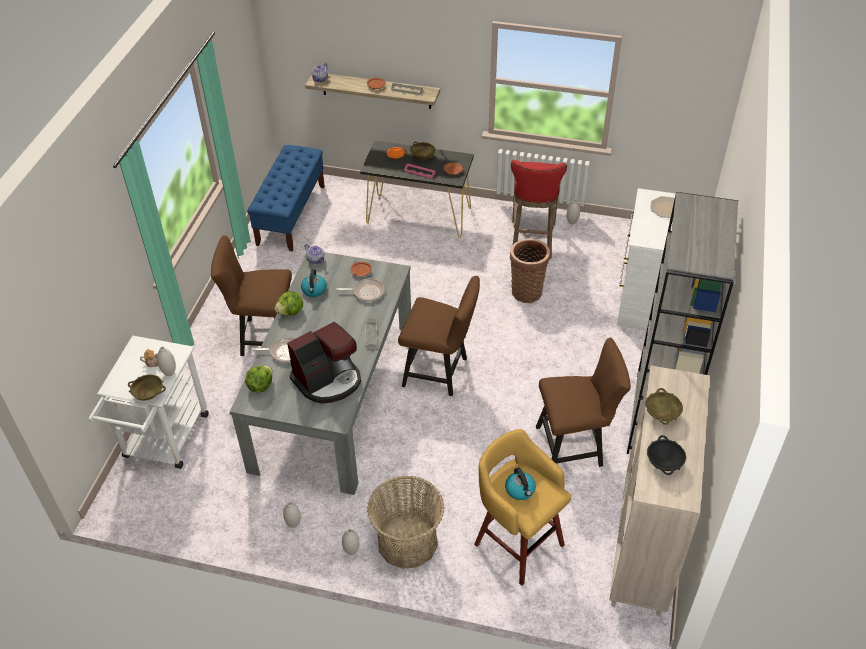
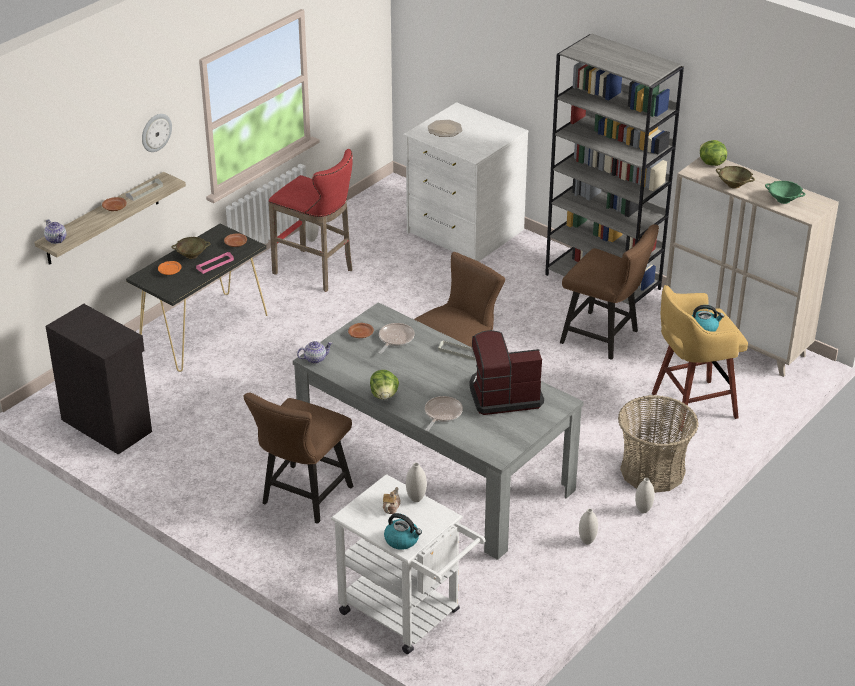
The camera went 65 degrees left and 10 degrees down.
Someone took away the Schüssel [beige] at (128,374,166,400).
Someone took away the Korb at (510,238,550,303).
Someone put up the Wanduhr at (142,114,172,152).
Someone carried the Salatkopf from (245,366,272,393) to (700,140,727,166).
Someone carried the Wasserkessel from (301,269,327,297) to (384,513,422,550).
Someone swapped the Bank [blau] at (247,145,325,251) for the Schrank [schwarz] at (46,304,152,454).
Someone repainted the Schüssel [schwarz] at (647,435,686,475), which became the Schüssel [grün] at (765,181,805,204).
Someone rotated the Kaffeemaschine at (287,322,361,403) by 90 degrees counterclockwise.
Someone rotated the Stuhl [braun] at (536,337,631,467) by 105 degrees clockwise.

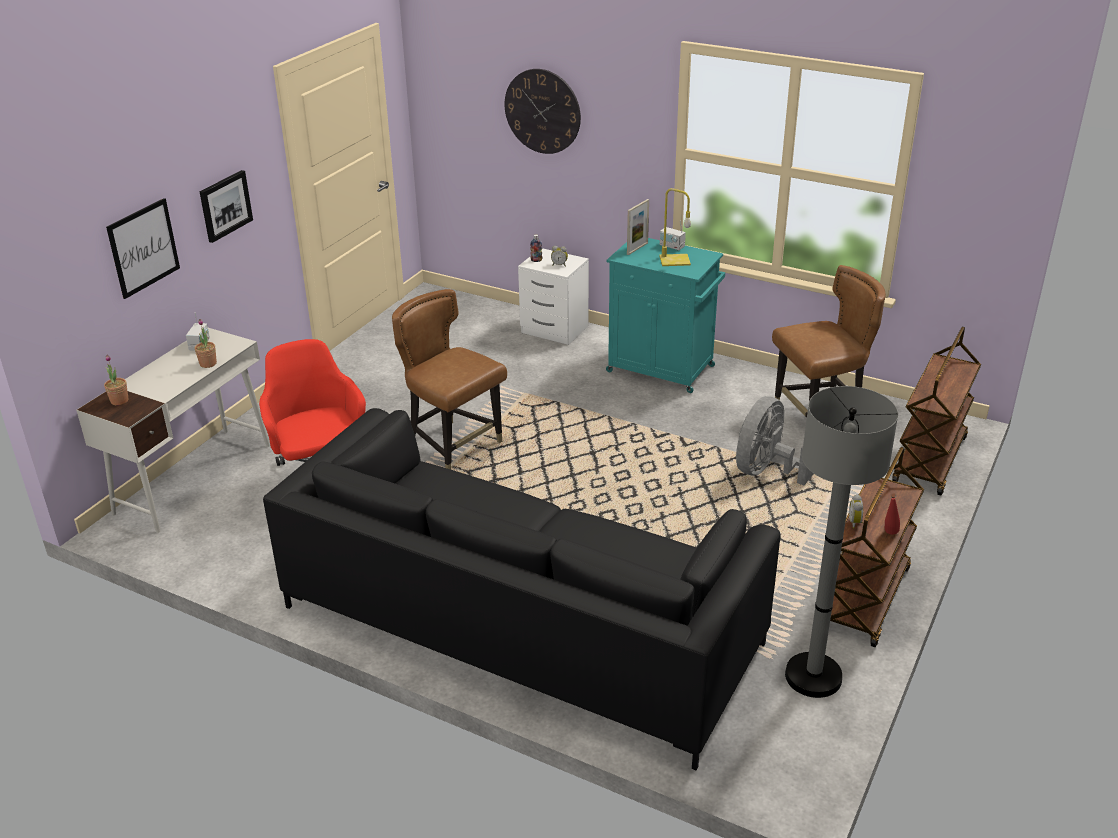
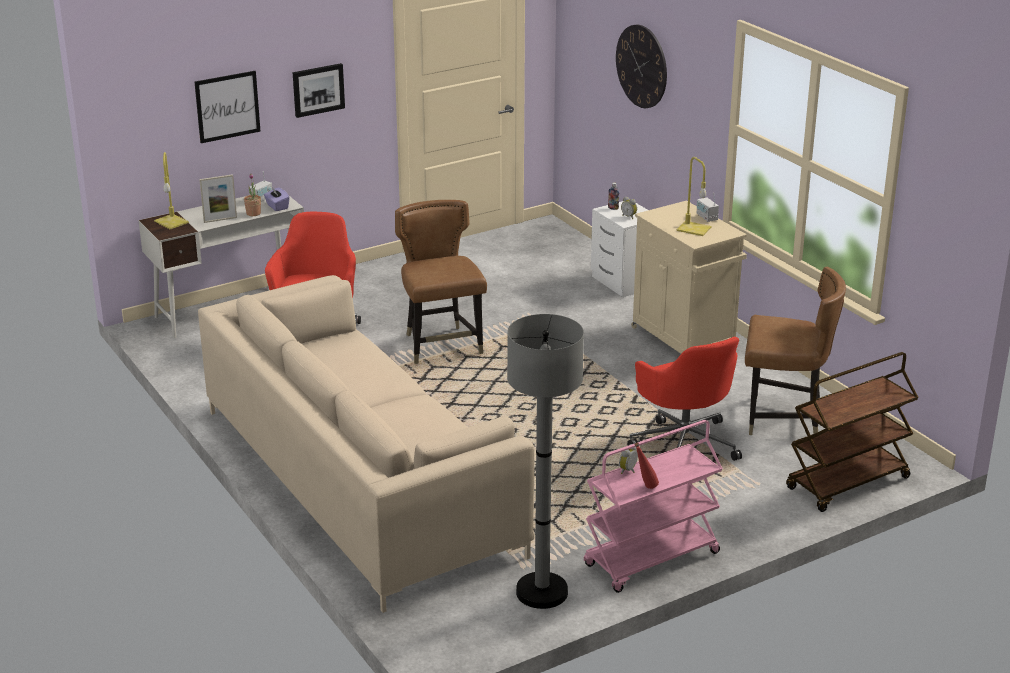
The camera went 30 degrees right and 5 degrees down.
Someone put down the Taschentuchbox [lila] at (264,186,290,211).
Someone carried the Bilderrahmen from (627,199,649,255) to (199,174,237,223).
Someone swapped the Topfpflanze at (104,354,129,405) for the Tischlampe [gelb] at (154,152,189,229).
Someone swapped the Ventilator [grau] at (736,396,814,485) for the Bürostuhl [rot] at (627,337,742,461).
Someone repainted the Sofa [schwarz] at (263,408,780,770), which became the Sofa [beige] at (198,275,535,613).
Someone repainted the Schrank [türkis] at (606,238,725,393), which became the Schrank [beige] at (631,201,747,354).
Someone repainted the Rollwagen [braun] at (830,447,924,647), which became the Rollwagen [rosa] at (584,420,723,593).

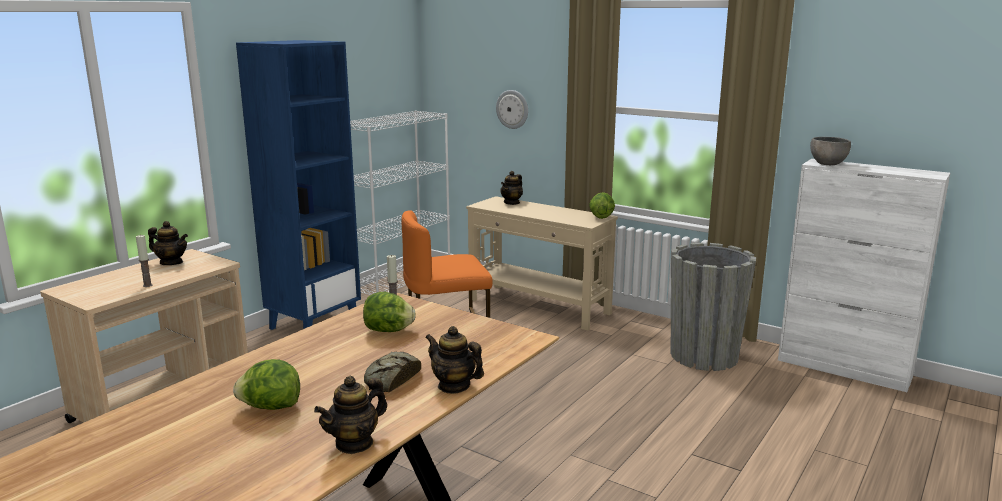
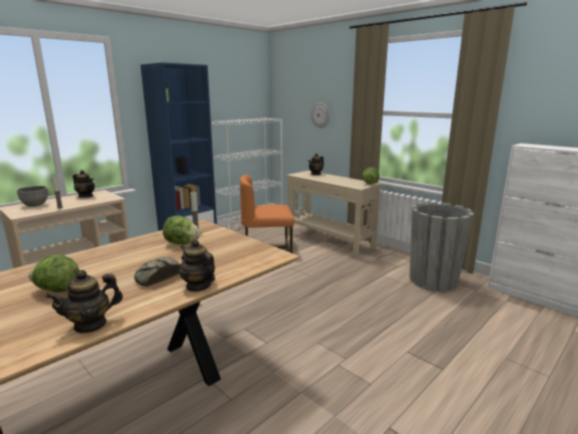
The camera went 10 degrees right and 0 degrees up.
Someone carried the Schüssel [grau] from (810,137,851,165) to (17,186,48,207).

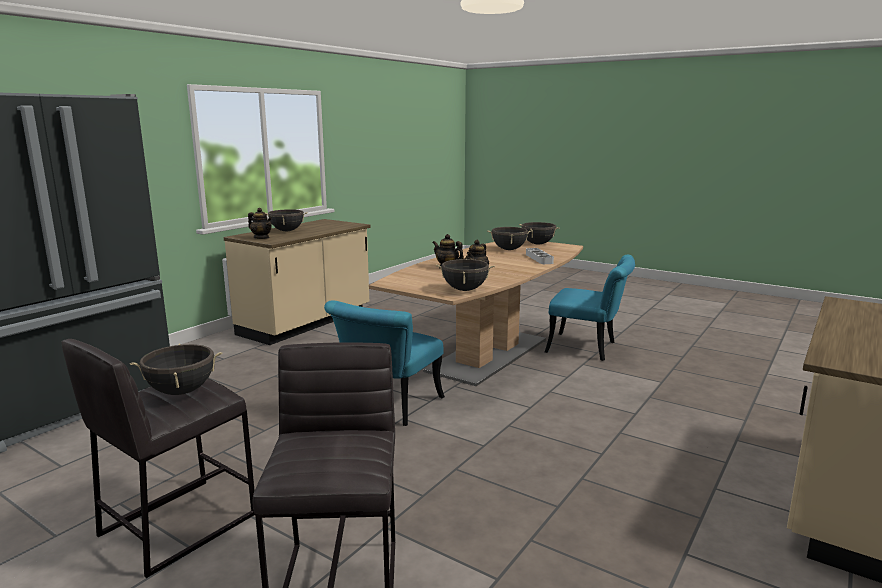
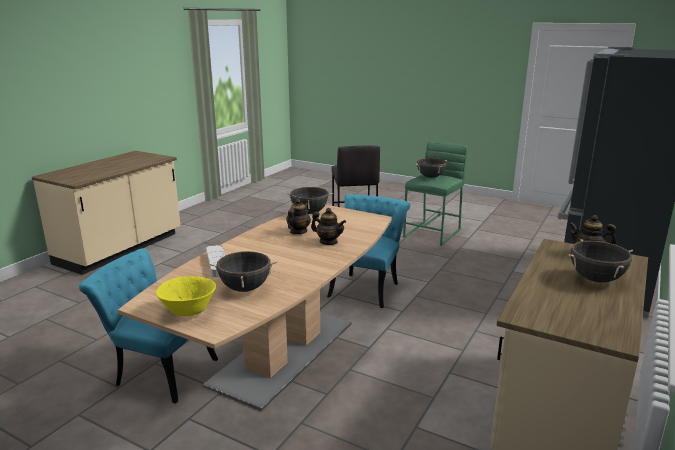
The camera went 175 degrees right and 5 degrees up.
Someone swapped the Kochtopf [schwarz] at (519,222,559,245) for the Schüssel [gelb] at (156,276,216,316).
Someone repainted the Hocker [grau] at (61,339,255,578), which became the Hocker [grün] at (403,142,468,246).

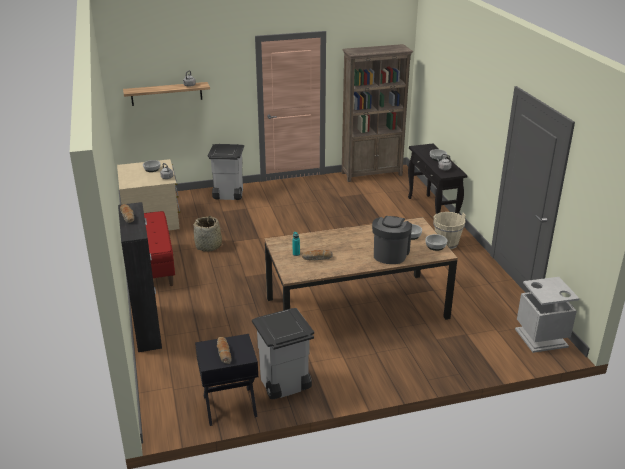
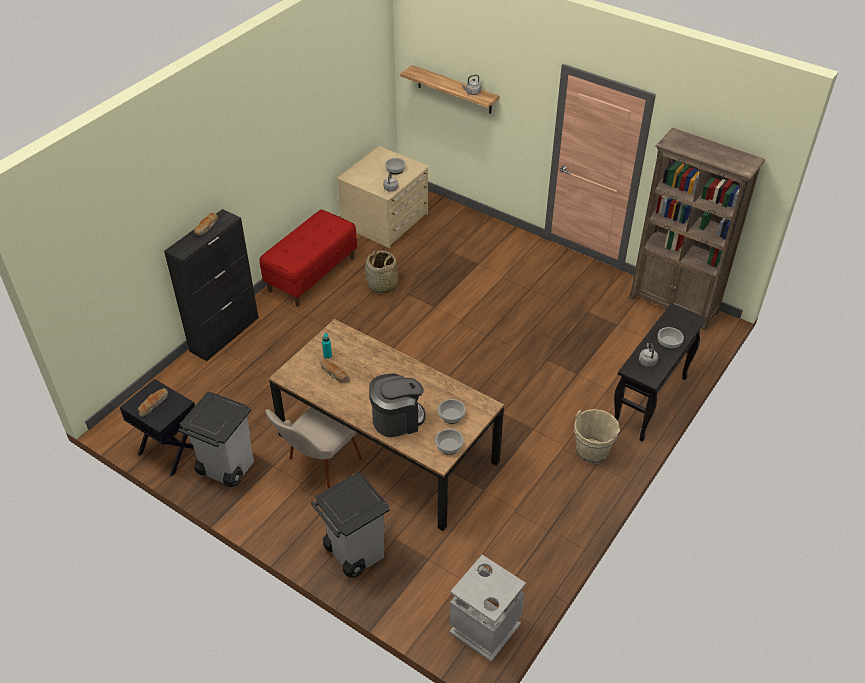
The camera went 50 degrees right and 15 degrees up.
Someone put down the Stuhl [beige] at (265,407,362,488).
Someone carried the Mülleimer [grau] from (208,144,244,200) to (311,472,390,578).

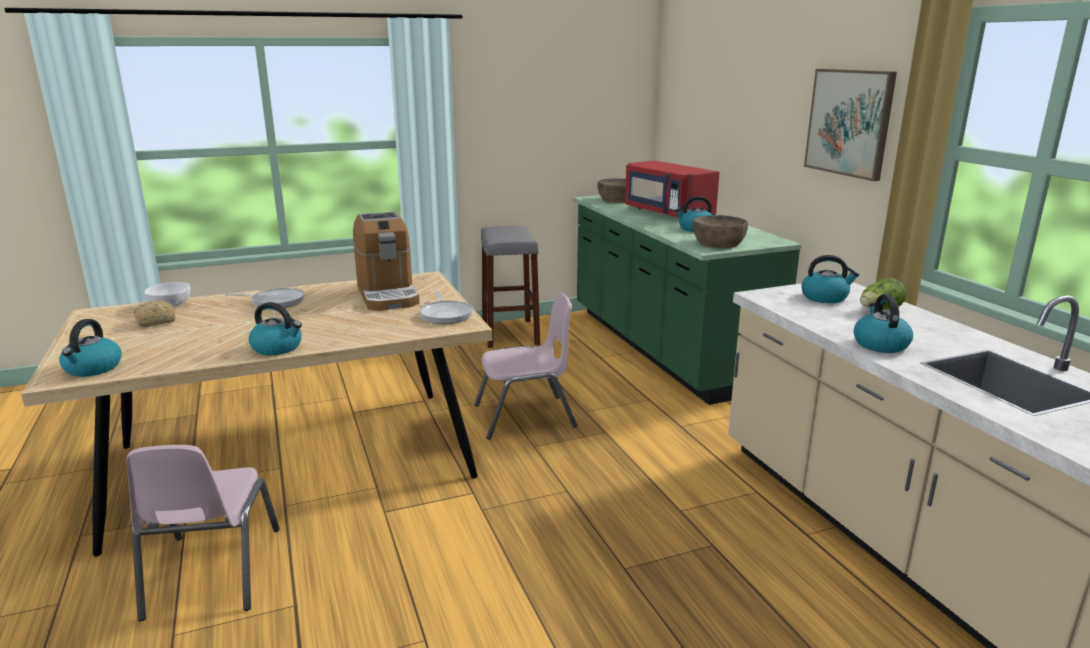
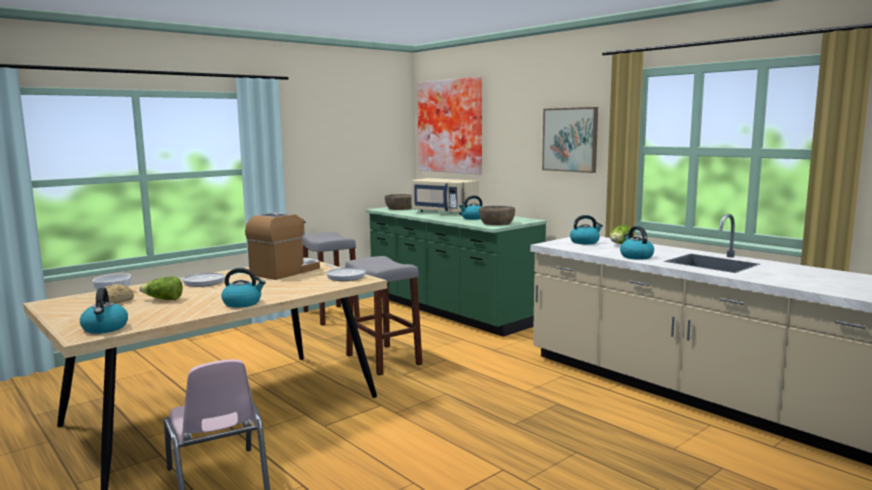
The camera went 20 degrees left and 10 degrees down.
Someone put down the Salatkopf at (139,277,183,300).
Someone put up the Bild at (417,77,482,174).
Someone swapped the Stuhl [rosa] at (474,292,577,440) for the Hocker [grau] at (345,256,423,376).
Someone repainted the Mikrowelle [rot] at (625,160,720,217), which became the Mikrowelle [beige] at (411,178,479,215).
Someone rotated the Kaffeemaschine at (353,212,420,311) by 105 degrees counterclockwise.

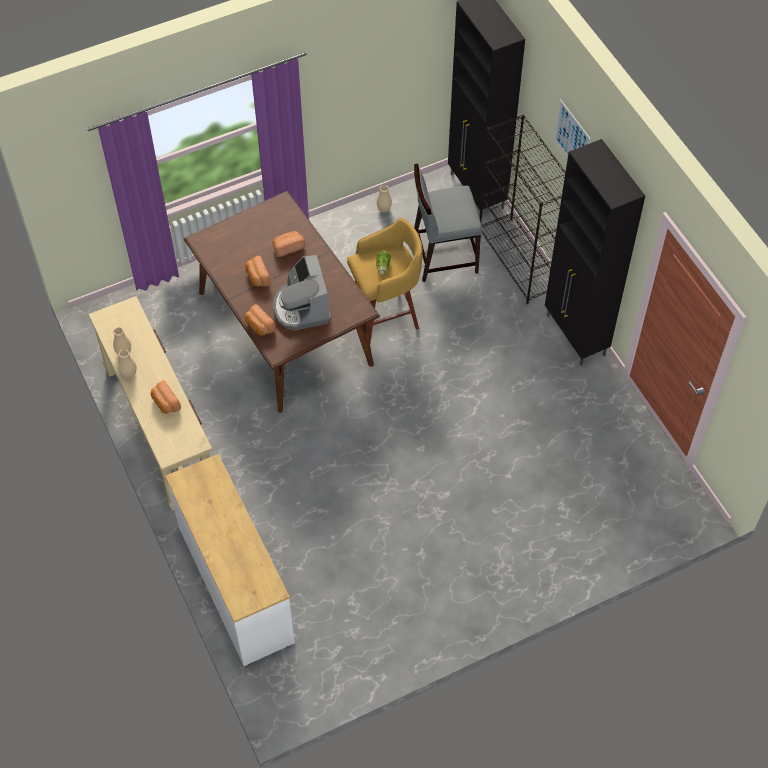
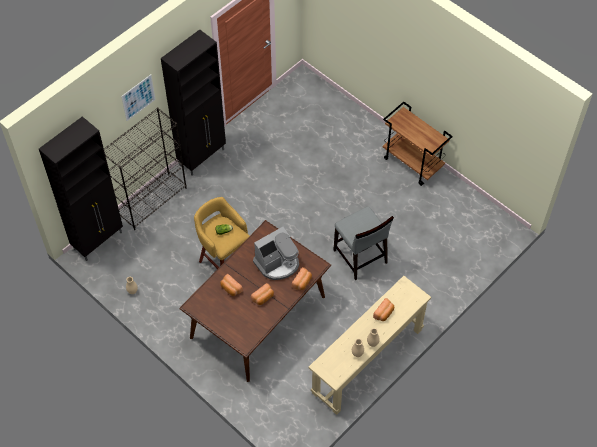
The camera went 110 degrees left and 0 degrees up.
Someone took away the Kommode [weiß] at (165,454,295,666).
Someone put down the Rollwagen [braun] at (383,102,453,186).
Someone carried the Stuhl [grau] from (414,164,482,282) to (334,206,394,280).

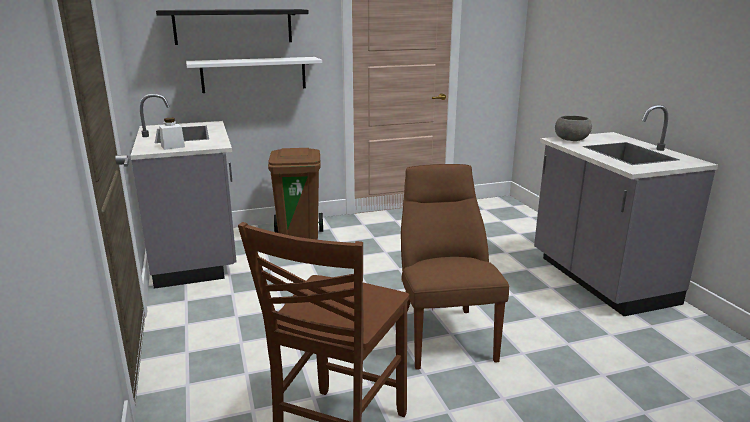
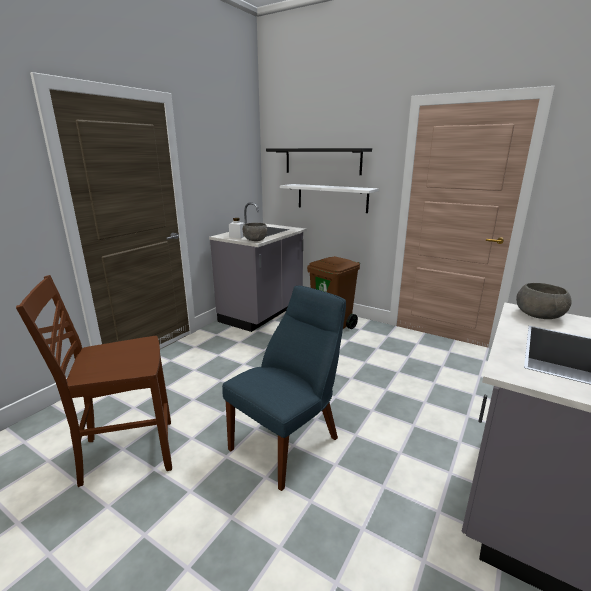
The camera went 50 degrees right and 0 degrees up.
Someone put down the Schüssel [grau] at (242,223,267,241).
Someone repainted the Stuhl [braun] at (401,164,509,370), which became the Stuhl [blau] at (222,286,346,491).

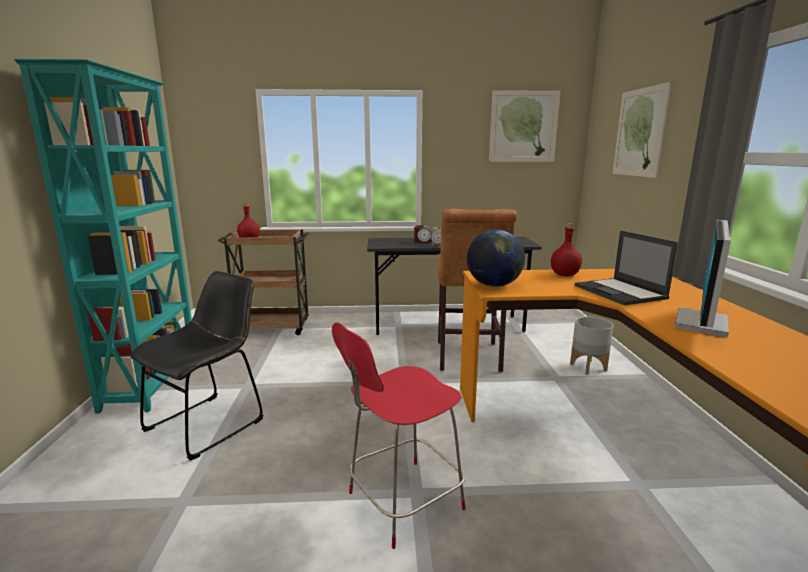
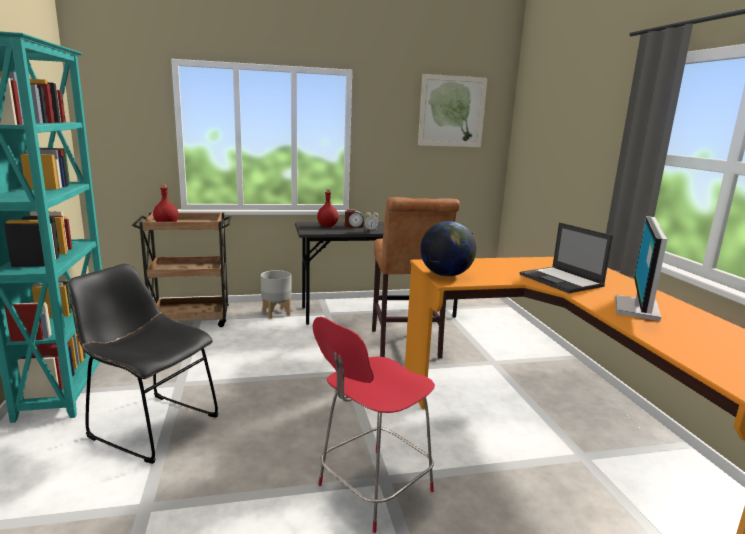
The camera went 10 degrees left and 0 degrees up.
Someone took away the Bild at (612,82,672,178).
Someone carried the Flasche [rot] from (551,223,582,276) to (317,189,338,227).
Someone carried the Pflanzkübel [grau] from (570,317,613,375) to (261,270,292,319).
Someone rotated the Stuhl [schwarz] at (130,271,264,461) by 90 degrees counterclockwise.

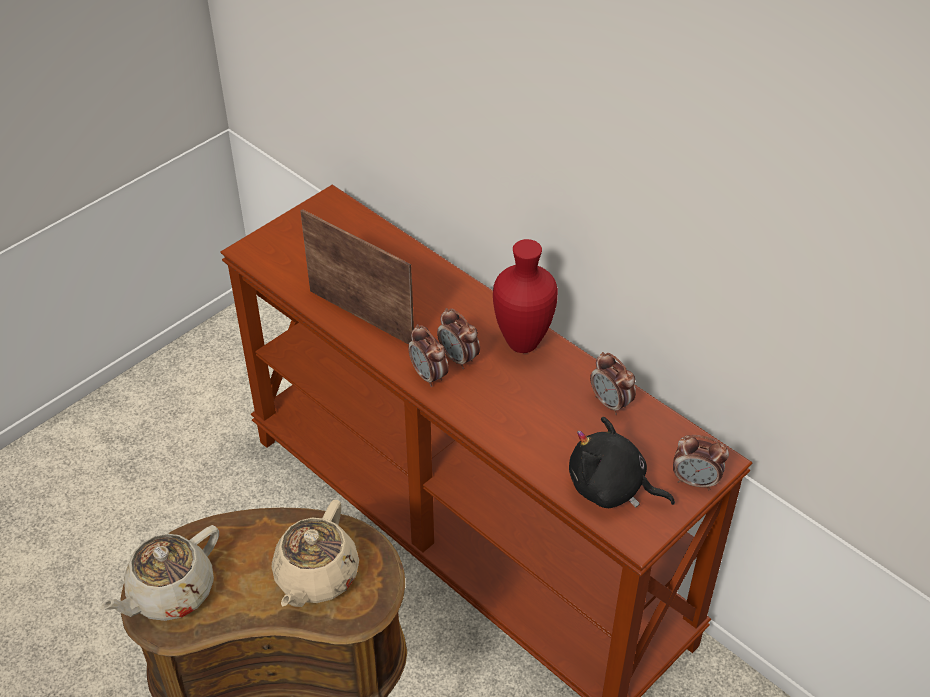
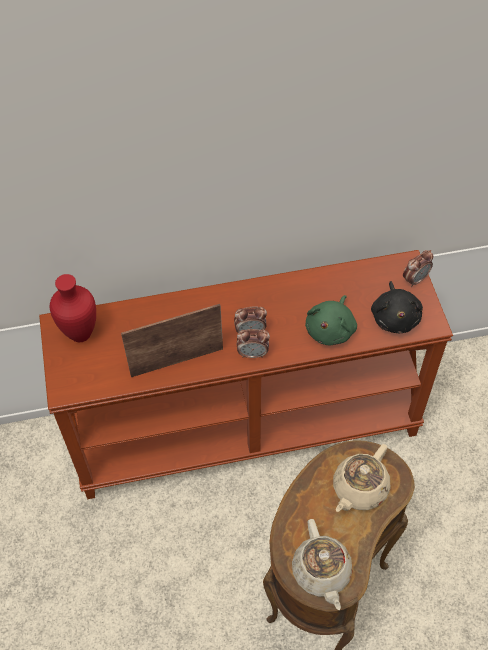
The camera went 55 degrees left and 10 degrees up.
Someone took away the Wecker at (590,352,636,415).
Someone put down the Plüschtier [grün] at (305,295,357,346).
Someone carried the Vase [rot] from (493,239,558,353) to (50,274,96,342).
Someone rotated the Teekanne [beige] at (272,500,359,607) by 75 degrees clockwise.
Someone rotated the Plüschtier [schwarz] at (569,417,675,508) by 60 degrees counterclockwise.

